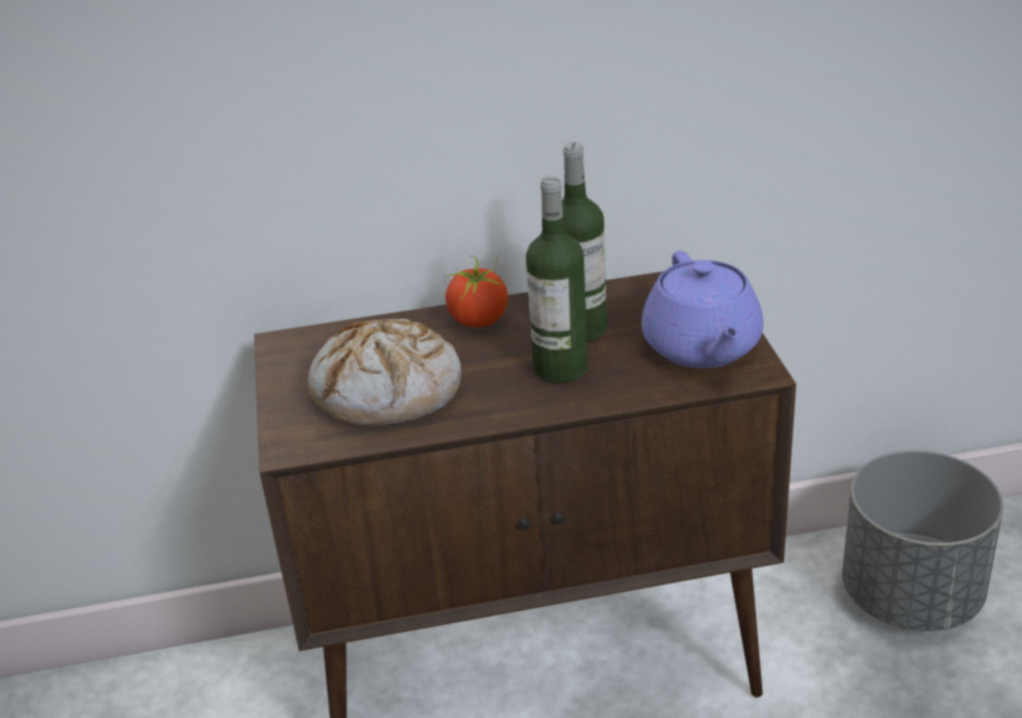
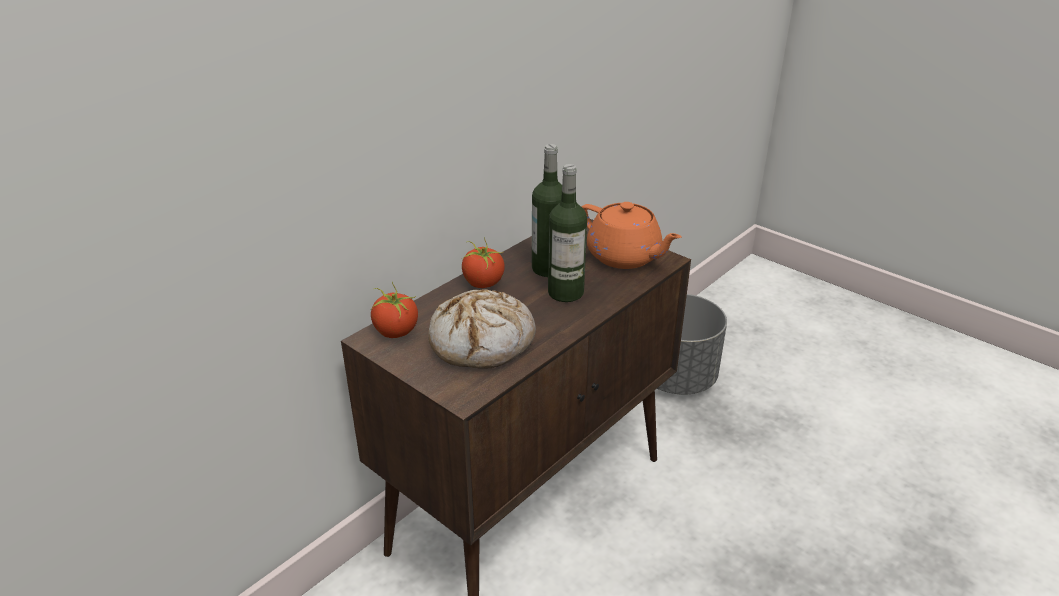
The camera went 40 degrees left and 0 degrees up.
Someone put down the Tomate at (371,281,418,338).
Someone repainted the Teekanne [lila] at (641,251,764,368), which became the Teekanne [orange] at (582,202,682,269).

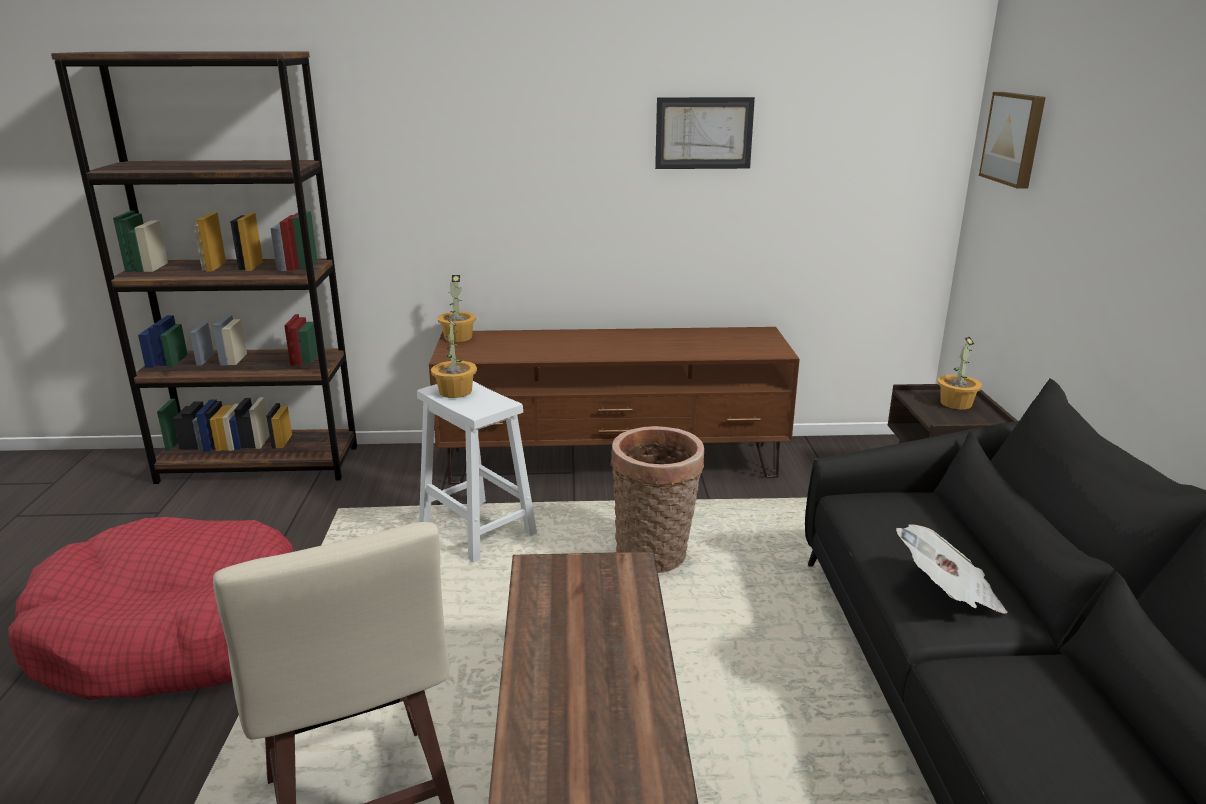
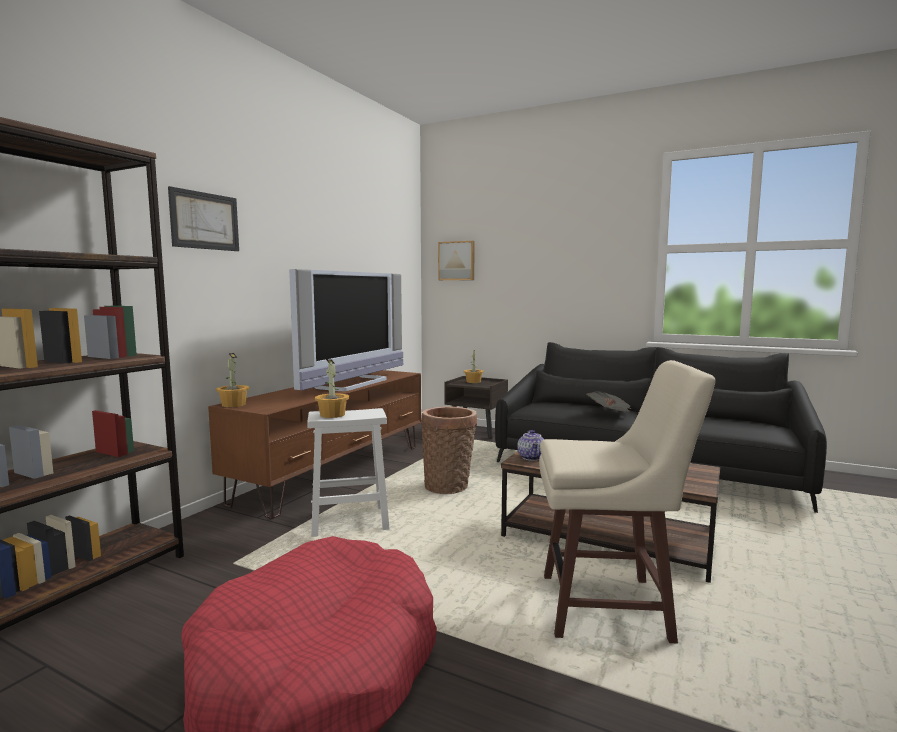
The camera went 60 degrees left and 15 degrees down.
Someone put down the Fernseher at (289,269,403,391).
Someone put down the Teekanne at (517,430,544,461).
Someone carried the Bild from (655,97,755,169) to (168,186,239,251).

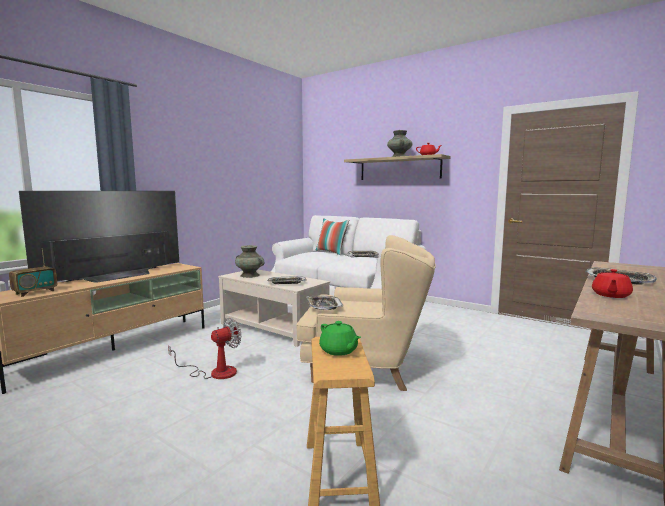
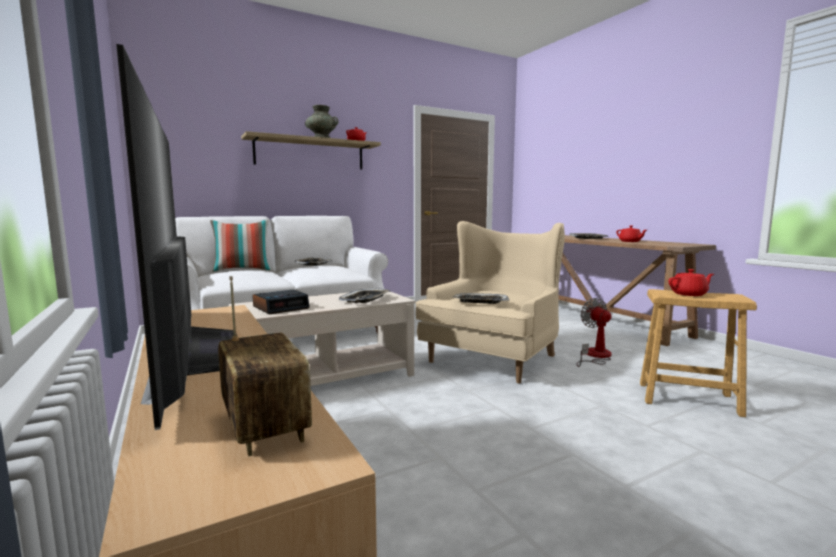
The camera went 65 degrees left and 0 degrees up.
Someone carried the Ventilator from (168,318,241,379) to (576,298,611,367).
Someone swapped the Vase [türkis] at (235,245,264,278) for the Wecker at (252,290,309,315).
Someone repainted the Teekanne [grün] at (319,321,361,356), which became the Teekanne [rot] at (668,269,714,296).

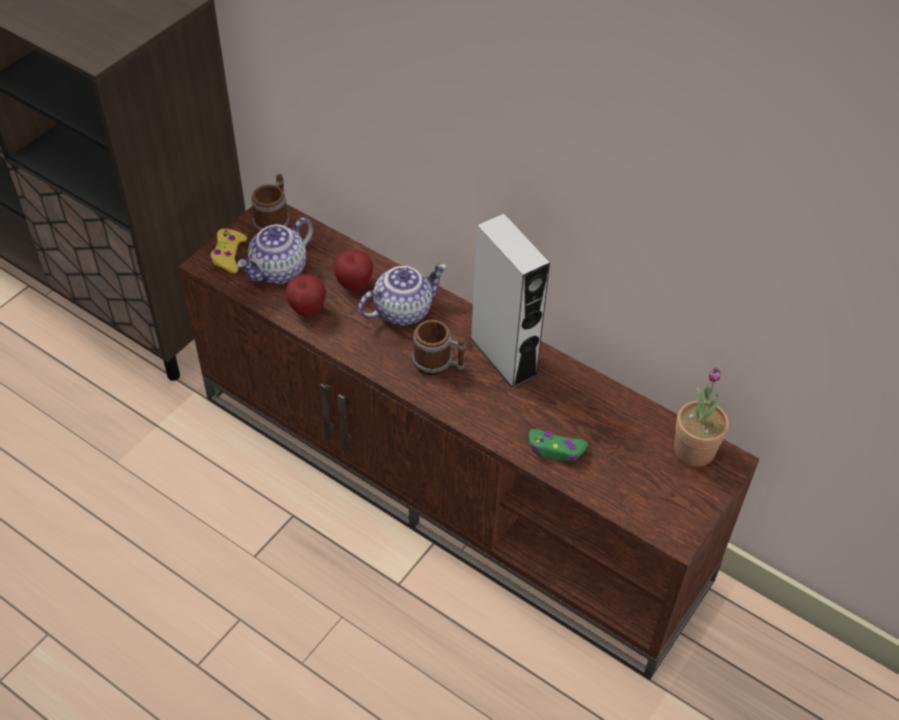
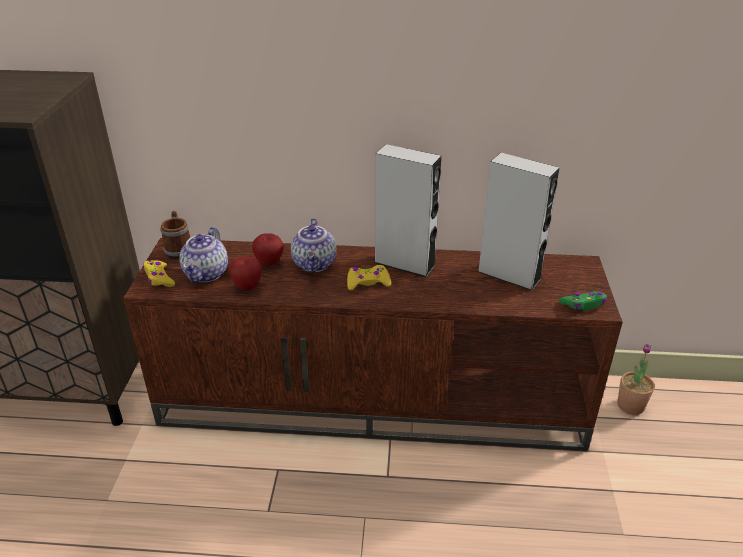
The camera went 30 degrees left and 15 degrees down.
Someone put down the Lautsprecher [grau] at (477,153,559,291).
Someone carried the Gamepad [grün] from (529,429,588,461) to (559,291,607,311).
Someone carried the Topfpflanze from (674,367,729,467) to (617,344,655,415).
Someone swapped the Henkelbecher at (412,320,466,375) for the Gamepad [gelb] at (347,265,391,290).
Someone rotated the Teekanne at (358,263,447,326) by 150 degrees clockwise.

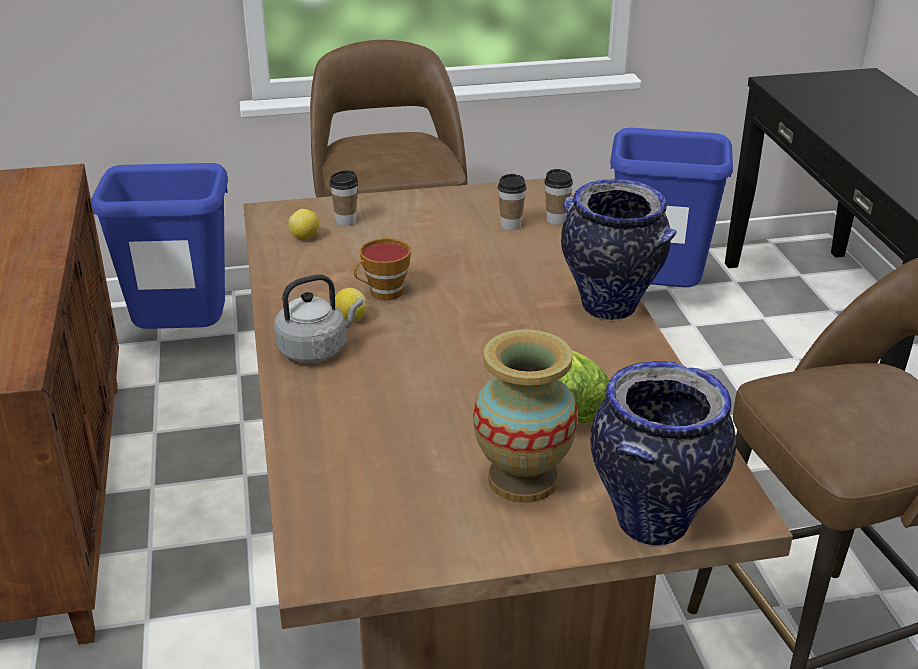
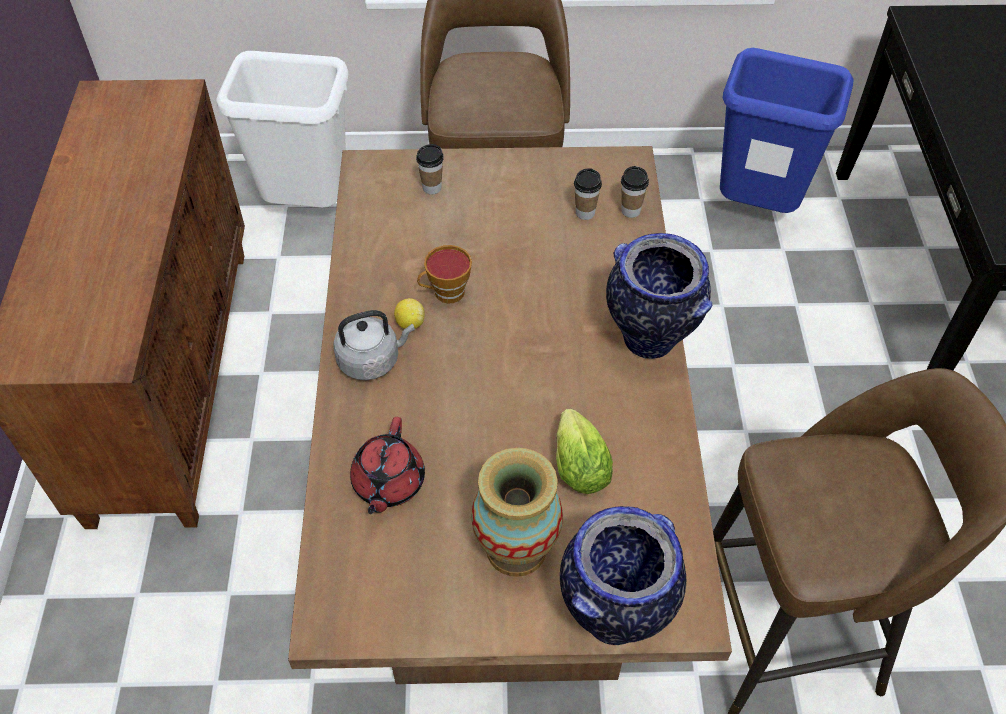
The camera went 10 degrees right and 20 degrees up.
Someone took away the Zitrone at (289,209,319,239).
Someone put down the Teekanne [rot] at (350,417,425,514).
Someone repainted the Mülleimer [blau] at (91,163,228,329), which became the Mülleimer [weiß] at (216,51,348,208).

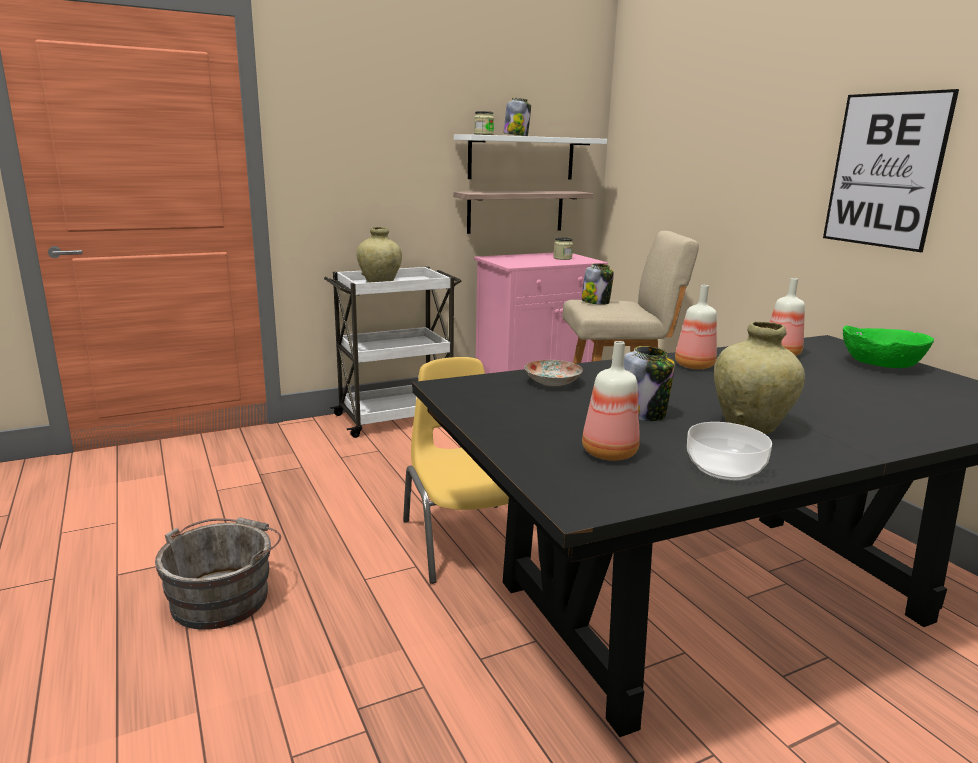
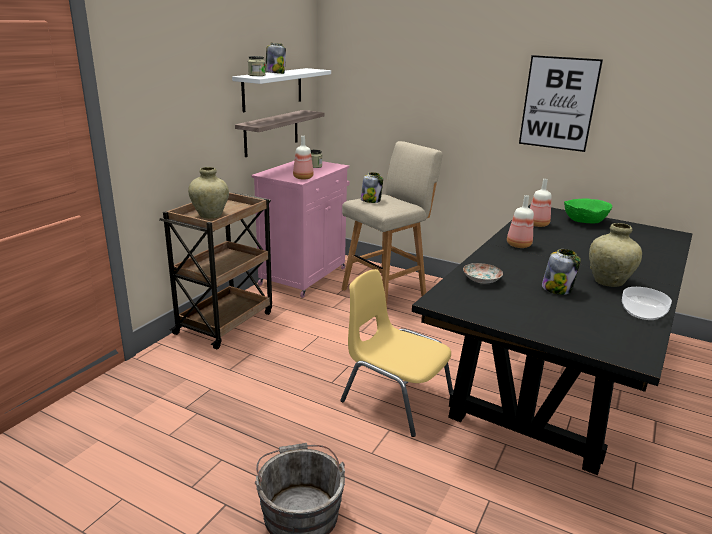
The camera went 35 degrees left and 5 degrees up.
Someone carried the Flasche from (582,341,640,461) to (293,136,314,179).
Someone repainted the Rollwagen [weiß] at (324,267,462,438), which became the Rollwagen [braun] at (159,192,272,349).

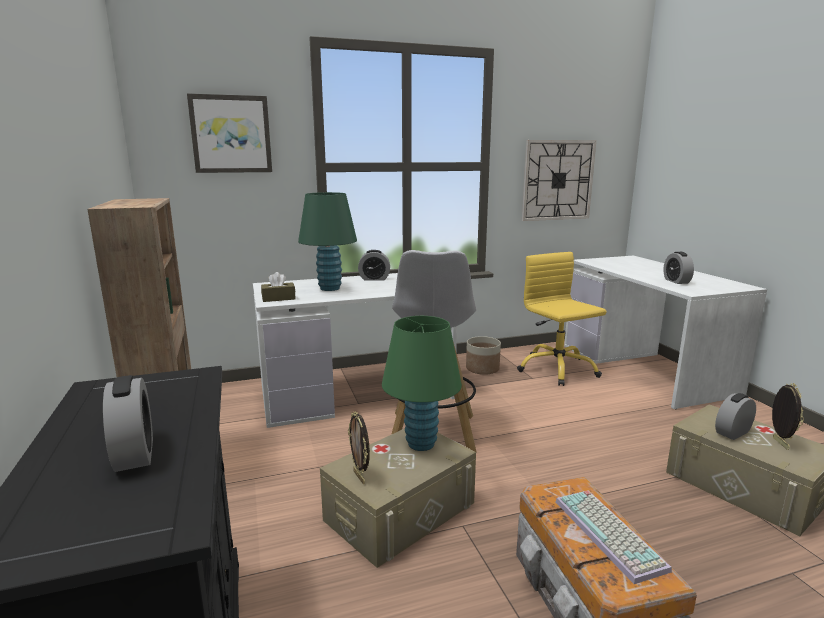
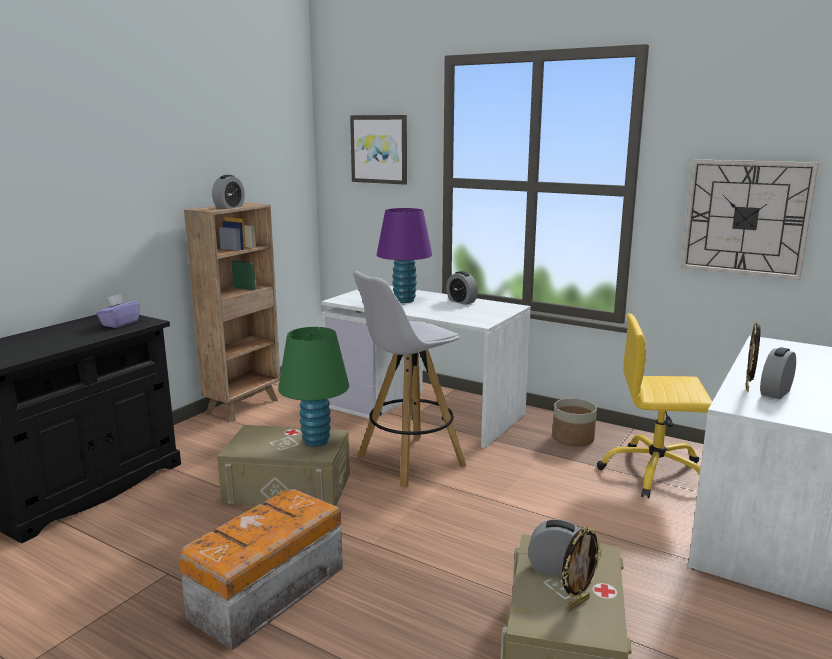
The camera went 50 degrees right and 0 degrees up.
Someone took away the Taschentuchbox [braun] at (261,272,296,302).
Someone took away the Tastatur at (556,490,672,584).
Someone put down the Taschentuchbox [lila] at (96,294,140,328).
Someone carried the Wecker from (103,375,153,472) to (212,175,245,209).
Someone carried the Bilderrahmen from (348,411,370,484) to (746,321,761,392).
Someone repainted the Tischlampe [grün] at (298,192,357,291), which became the Tischlampe [lila] at (377,208,432,303).
Someone rotated the Bürostuhl [gelb] at (517,252,607,386) by 105 degrees counterclockwise.

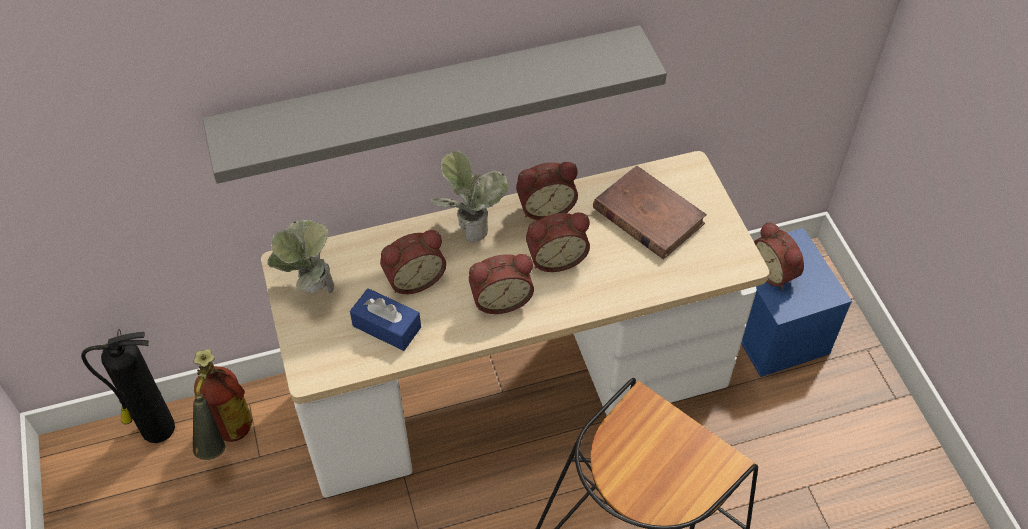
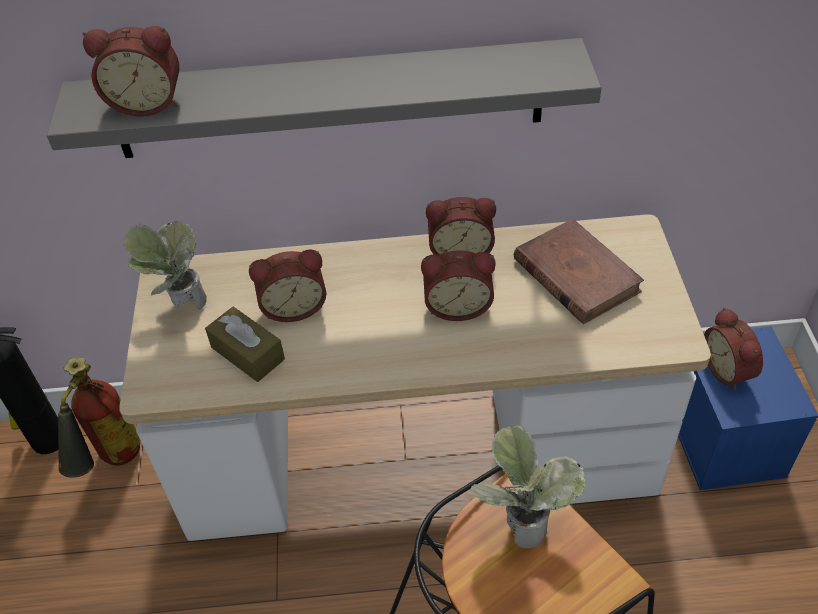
The camera went 15 degrees right and 5 degrees down.
Someone carried the Topfpflanze from (431,150,509,242) to (471,425,586,548).
Someone carried the Wecker from (469,254,534,314) to (82,26,179,117).
Someone repainted the Taschentuchbox [blau] at (350,288,421,351), which became the Taschentuchbox [braun] at (205,307,285,382).

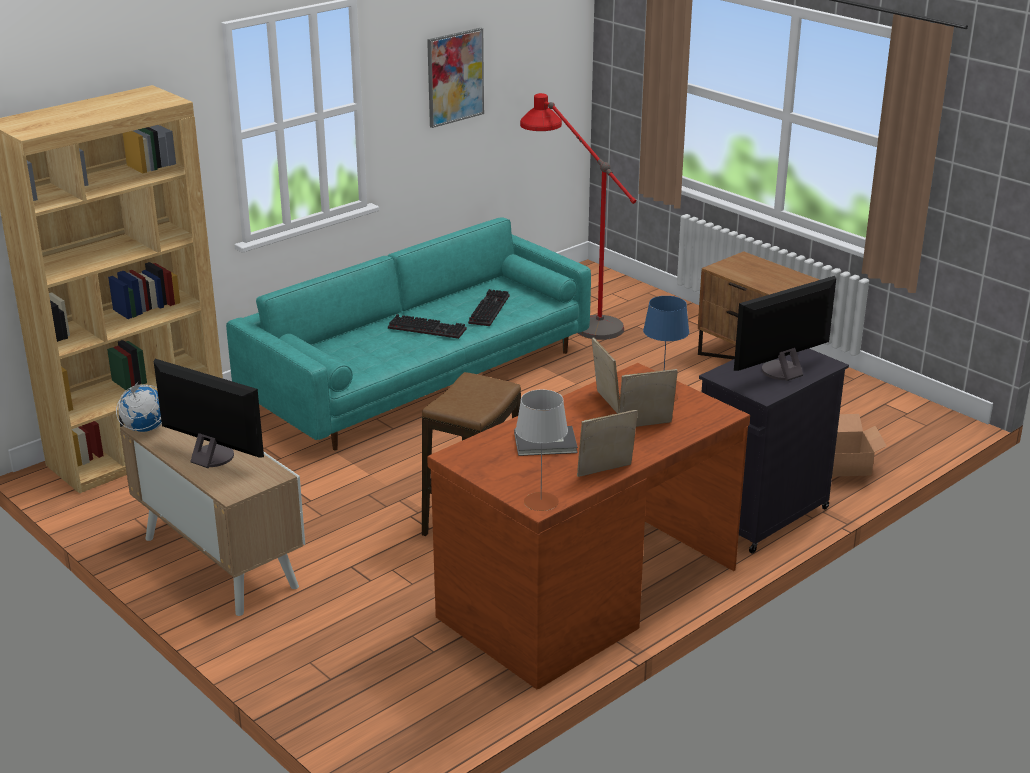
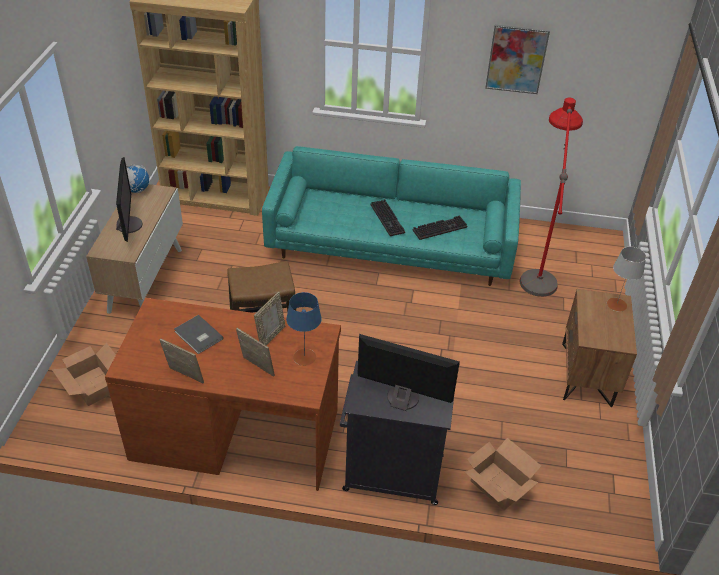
The camera went 50 degrees right and 15 degrees up.
Someone put down the Karton at (52,343,116,406).
Someone carried the Tischlampe [grau] from (516,390,568,511) to (607,247,646,312).

